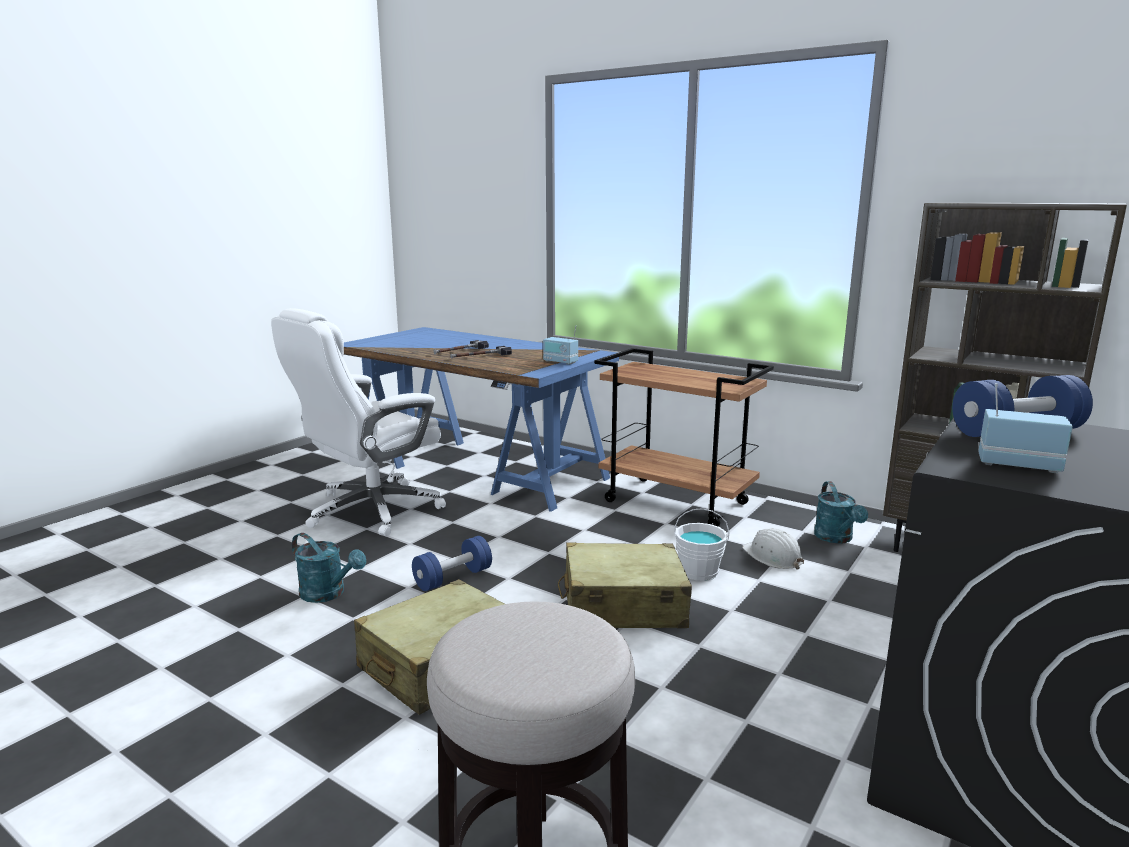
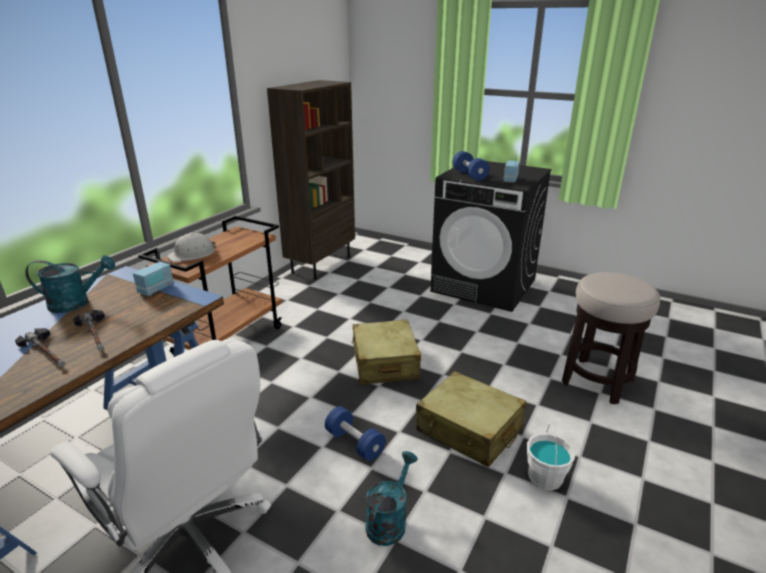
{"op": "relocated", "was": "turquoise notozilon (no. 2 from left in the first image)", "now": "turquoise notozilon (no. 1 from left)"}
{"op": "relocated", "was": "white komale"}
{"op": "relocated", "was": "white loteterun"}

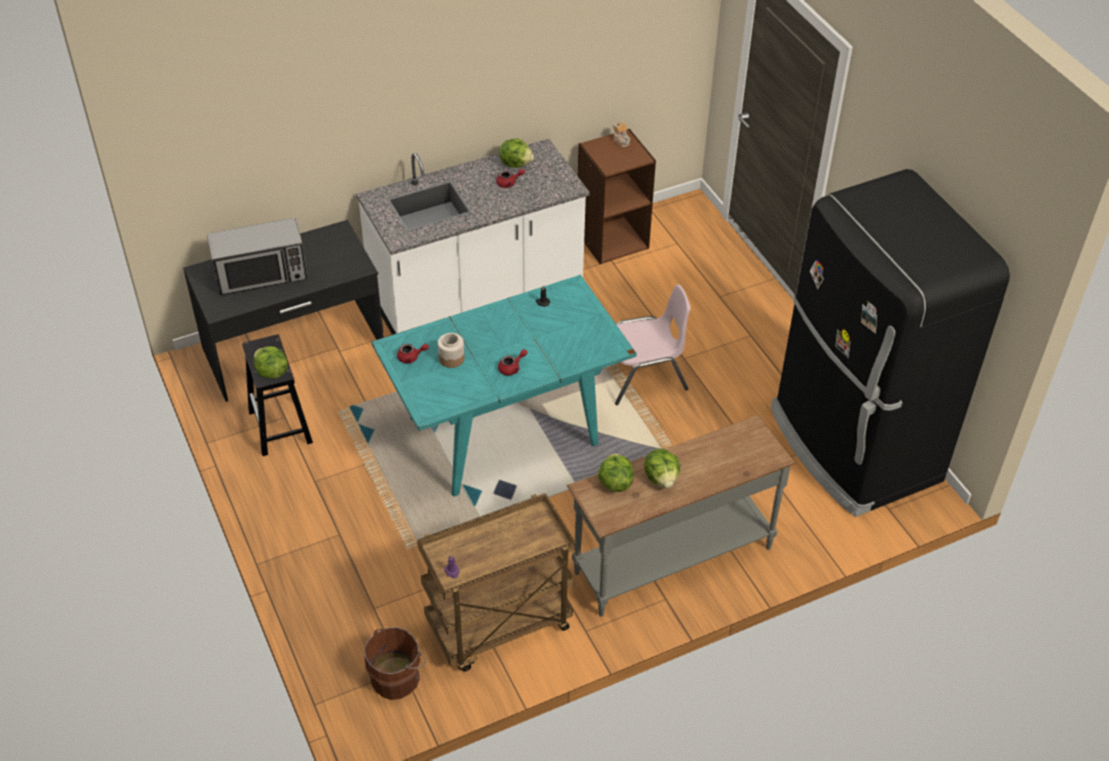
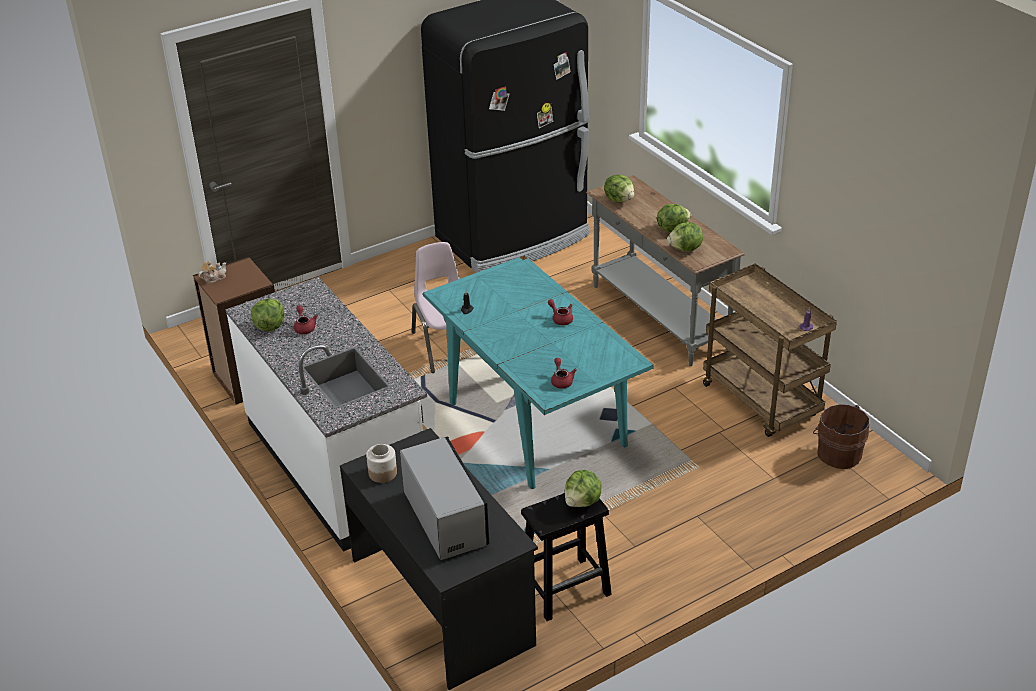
{"op": "relocated", "was": "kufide"}
{"op": "appeared", "now": "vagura (no. 3 from left)"}

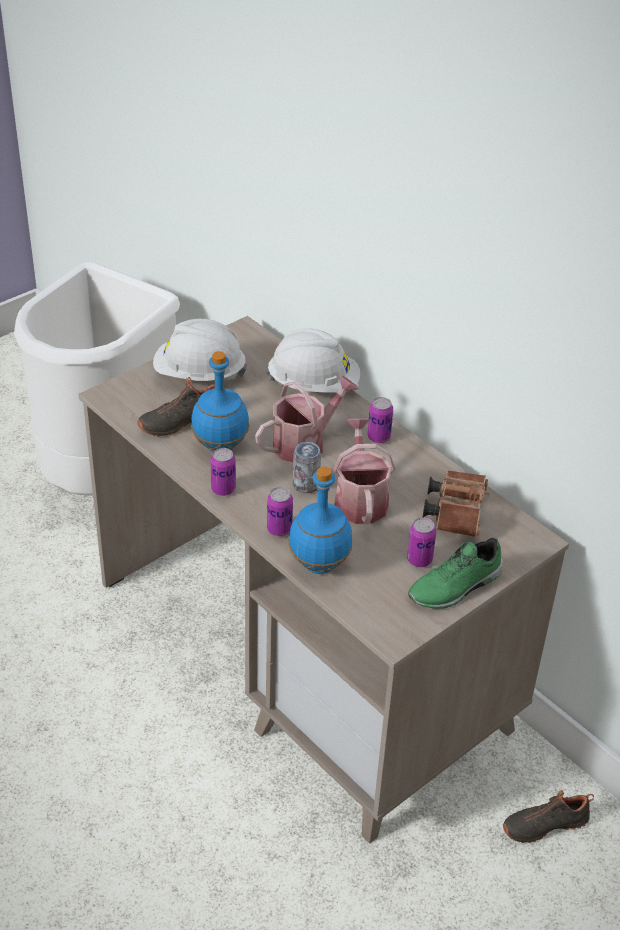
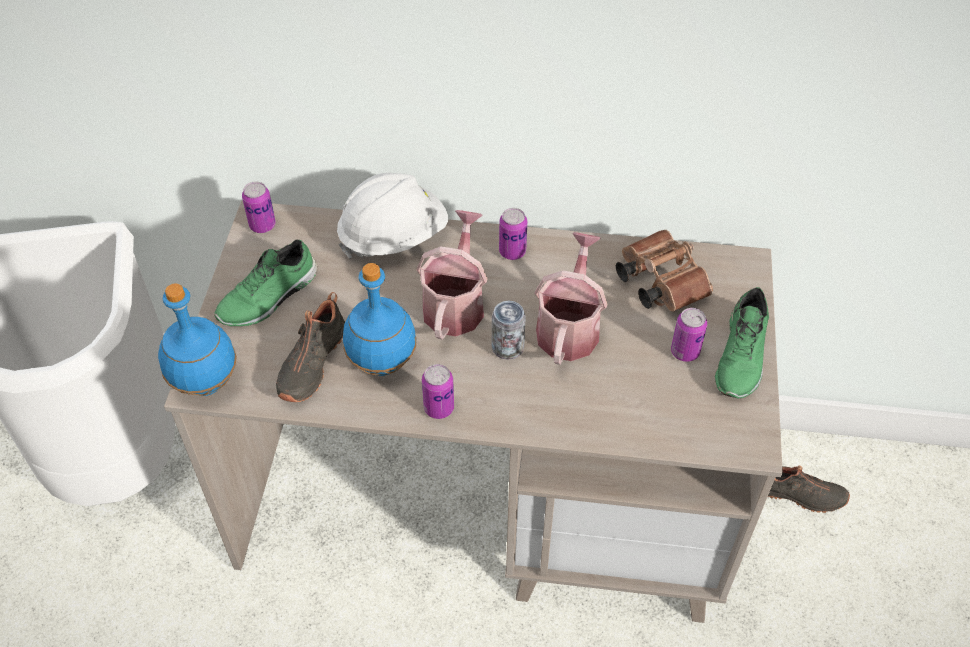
{"op": "exchanged", "was": "white loteterun (no. 1 from left)", "now": "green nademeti (no. 1 from left)"}
{"op": "spun", "was": "notozilon (no. 2 from left)", "clockwise": 60}
{"op": "relocated", "was": "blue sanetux (no. 2 from left in the first image)", "now": "blue sanetux (no. 1 from left)"}
{"op": "relocated", "was": "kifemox (no. 2 from left in the first image)", "now": "kifemox (no. 1 from left)"}
{"op": "spun", "was": "black nademeti (no. 2 from left)", "clockwise": -105}

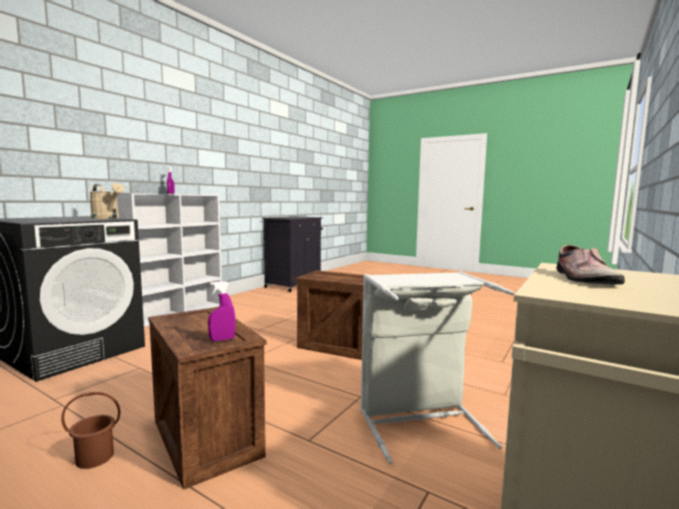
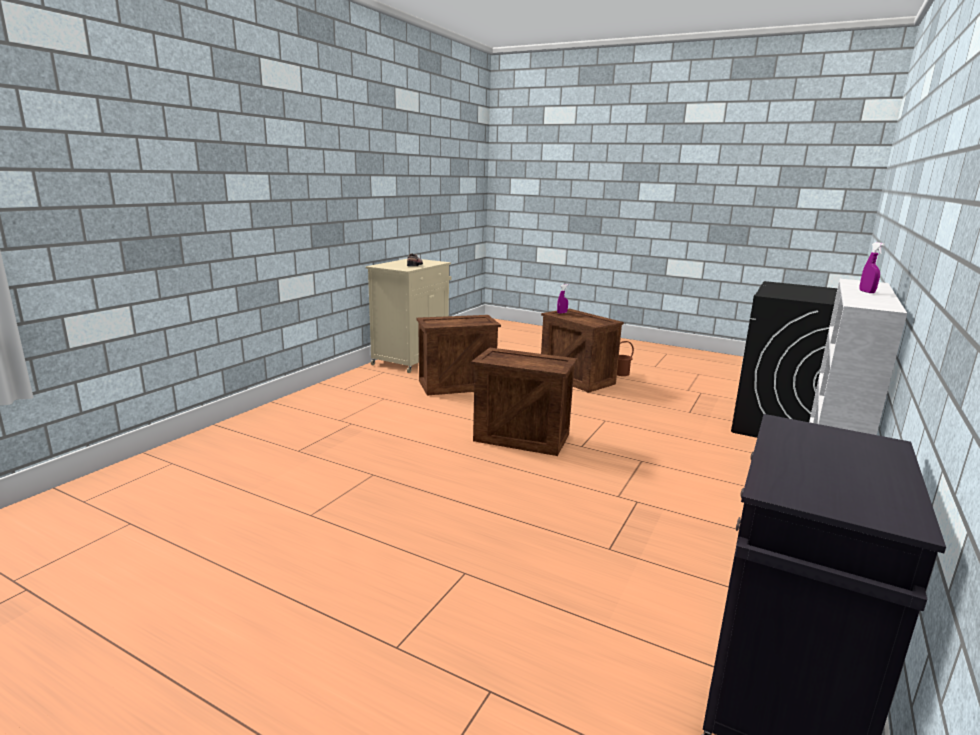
{"op": "missing", "was": "beige notozilon"}
{"op": "exchanged", "was": "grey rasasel", "now": "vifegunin (no. 1 from left)"}

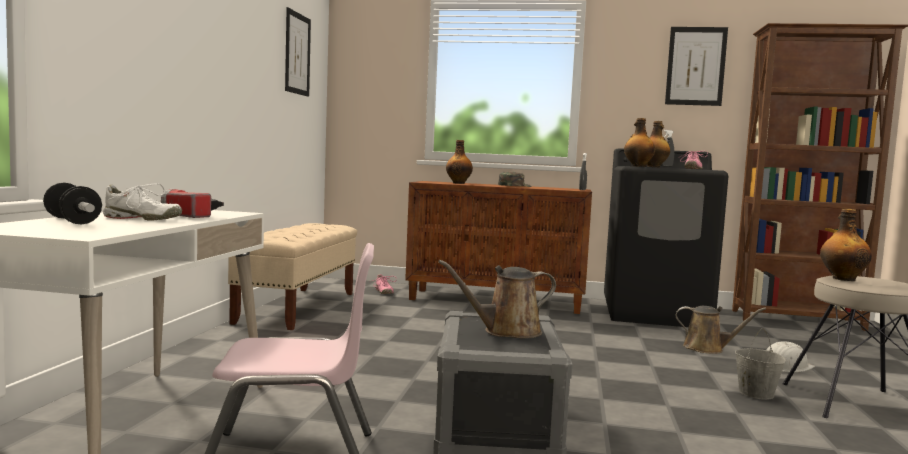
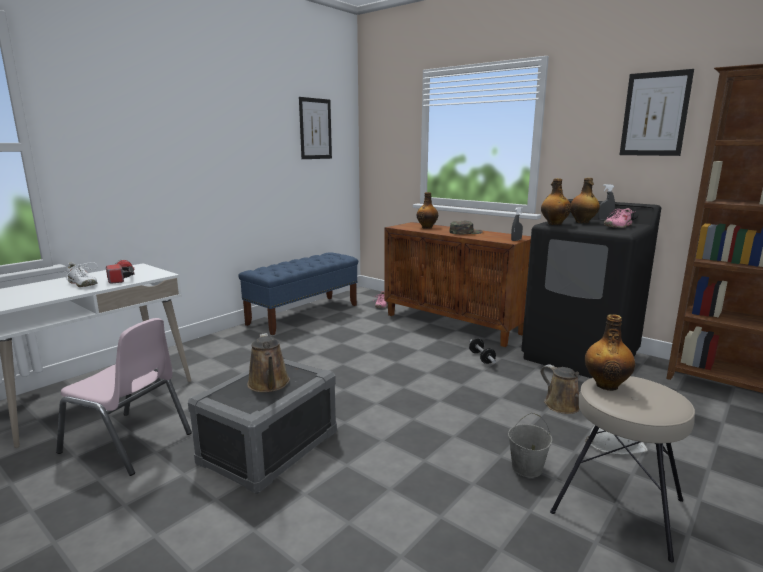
{"op": "relocated", "was": "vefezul"}
{"op": "colour", "was": "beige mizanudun", "now": "blue mizanudun"}
{"op": "spun", "was": "brown notozilon (no. 1 from left)", "clockwise": -120}

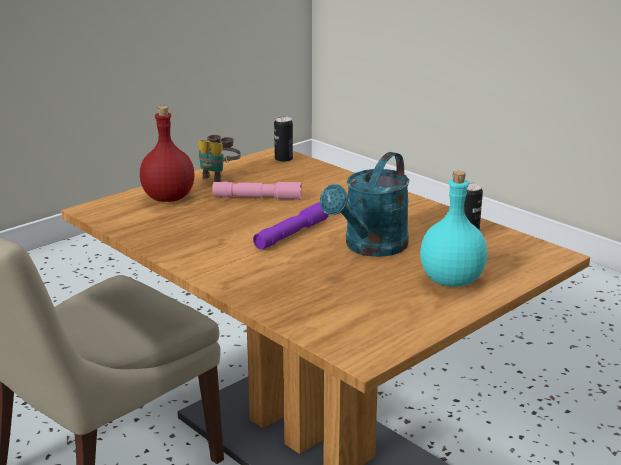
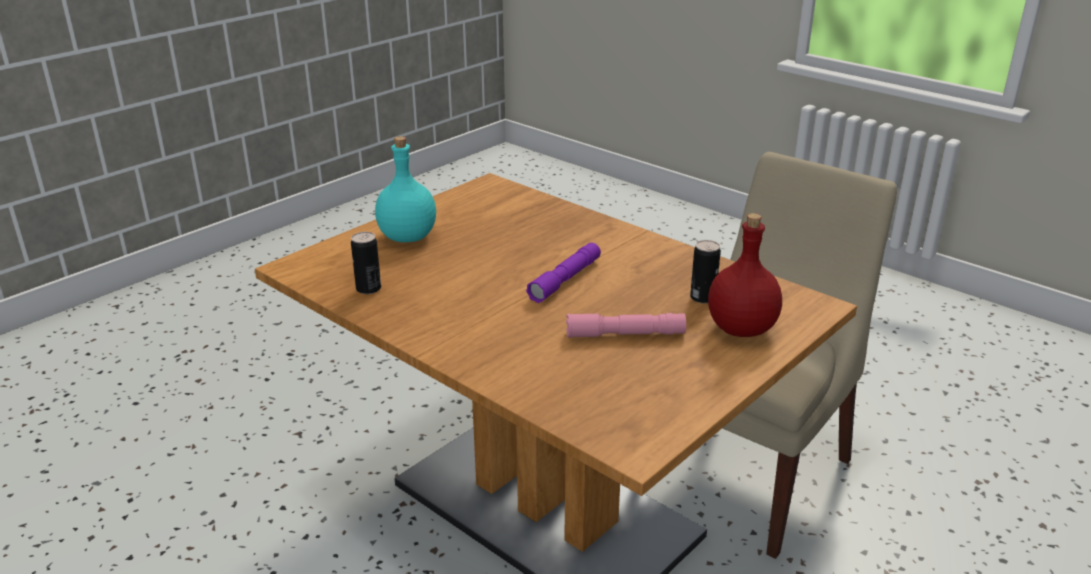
{"op": "relocated", "was": "kifemox (no. 1 from left in the first image)", "now": "kifemox (no. 2 from left)"}
{"op": "missing", "was": "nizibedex"}
{"op": "missing", "was": "turquoise notozilon"}

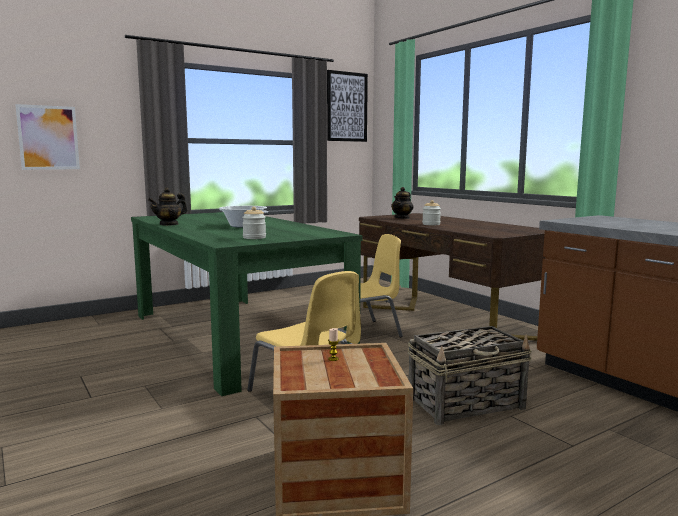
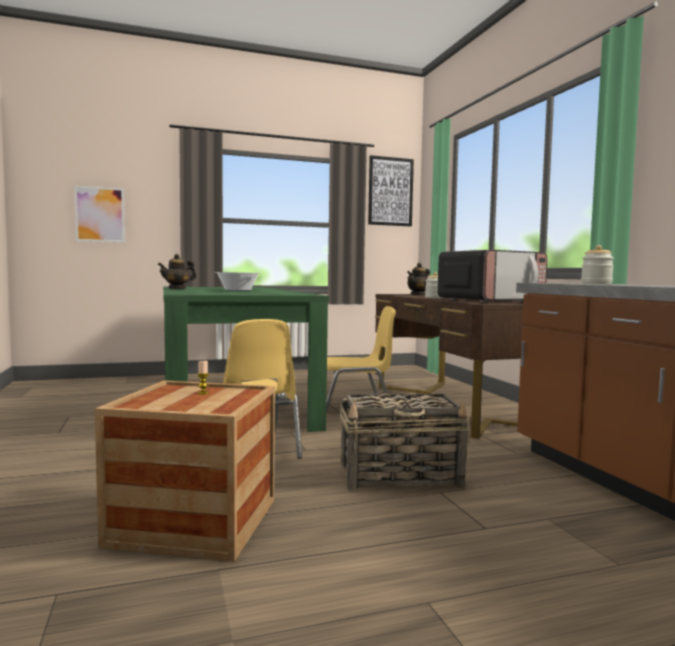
{"op": "relocated", "was": "kufide (no. 1 from left in the first image)", "now": "kufide (no. 2 from left)"}
{"op": "appeared", "now": "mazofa"}

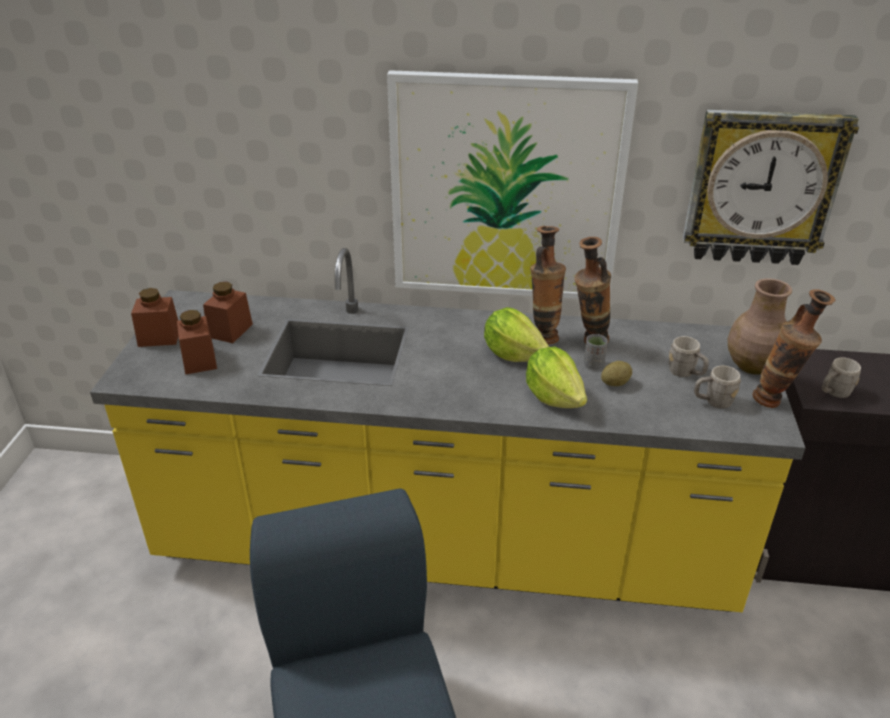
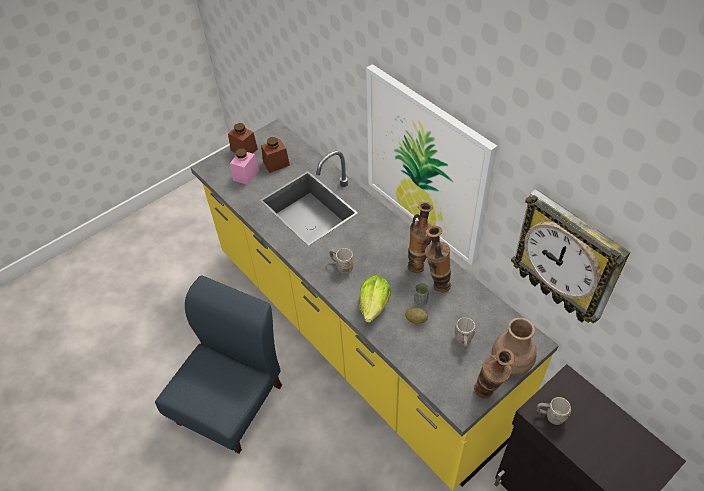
{"op": "missing", "was": "vagura (no. 1 from left)"}
{"op": "colour", "was": "brown kufide (no. 2 from left)", "now": "pink kufide"}
{"op": "relocated", "was": "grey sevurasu (no. 2 from left in the first image)", "now": "grey sevurasu (no. 1 from left)"}

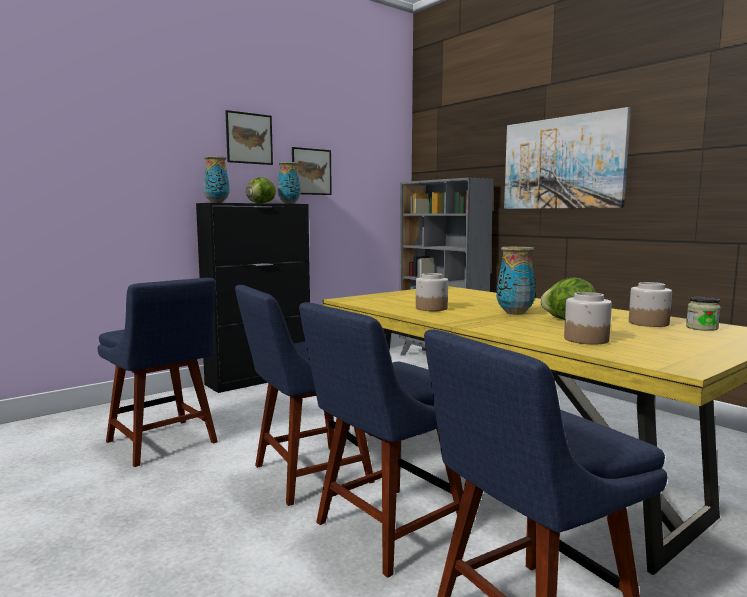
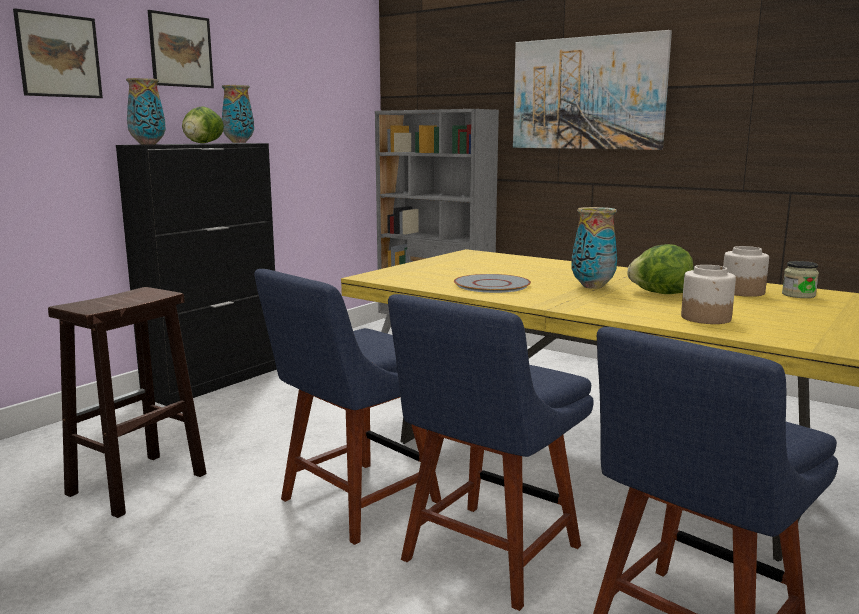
{"op": "relocated", "was": "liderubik (no. 2 from left in the first image)", "now": "liderubik (no. 1 from left)"}
{"op": "exchanged", "was": "kufide (no. 1 from left)", "now": "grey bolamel"}
{"op": "exchanged", "was": "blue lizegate (no. 1 from left)", "now": "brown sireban"}

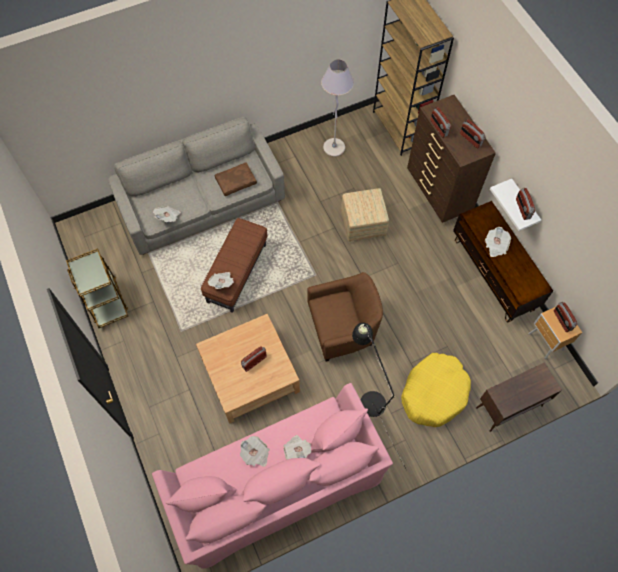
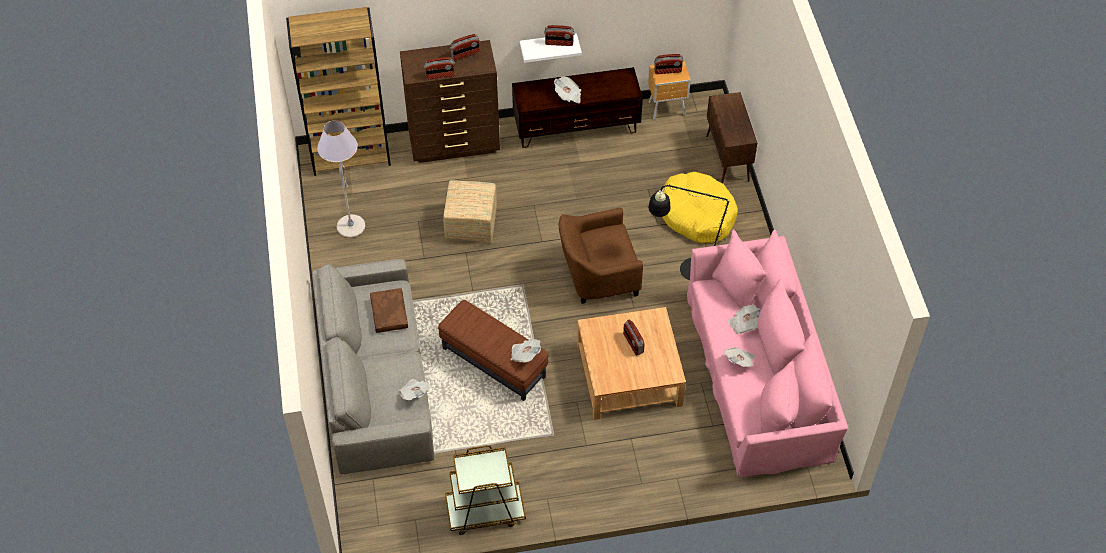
{"op": "spun", "was": "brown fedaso", "clockwise": -105}

